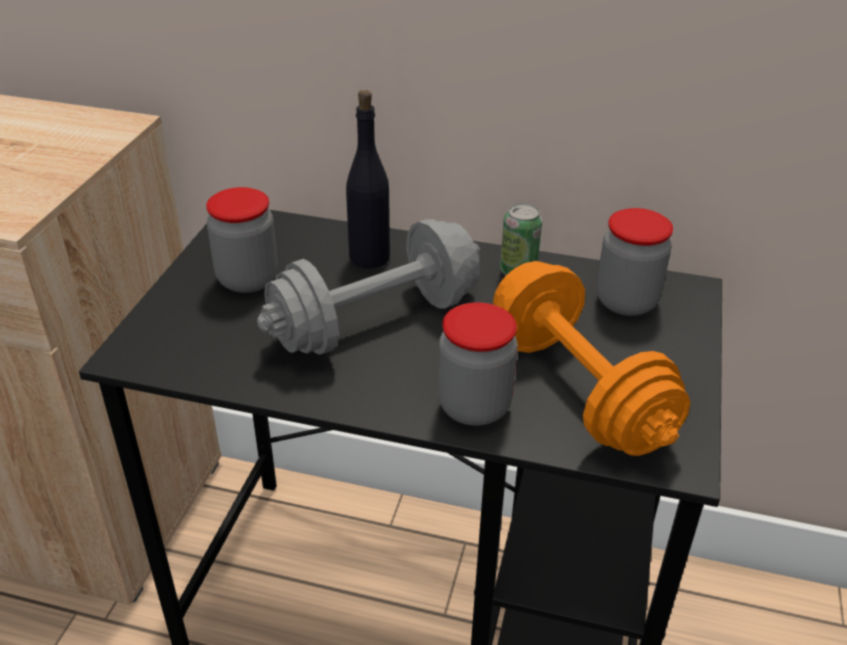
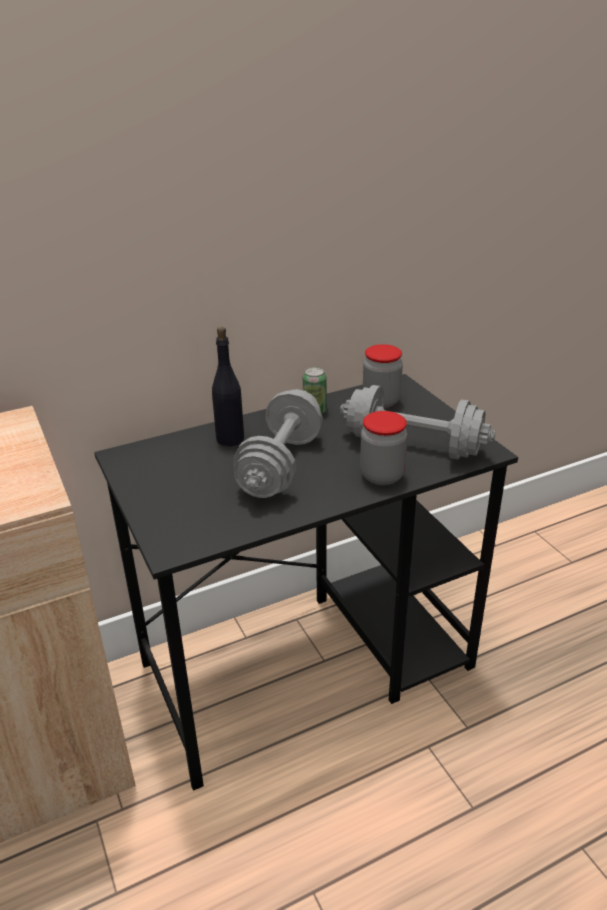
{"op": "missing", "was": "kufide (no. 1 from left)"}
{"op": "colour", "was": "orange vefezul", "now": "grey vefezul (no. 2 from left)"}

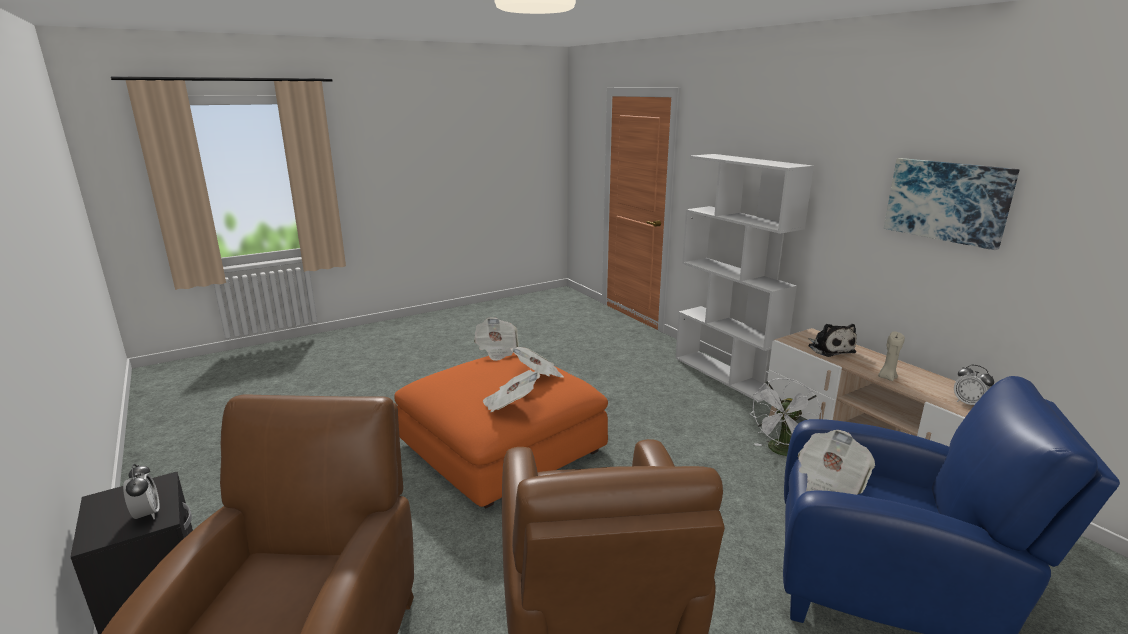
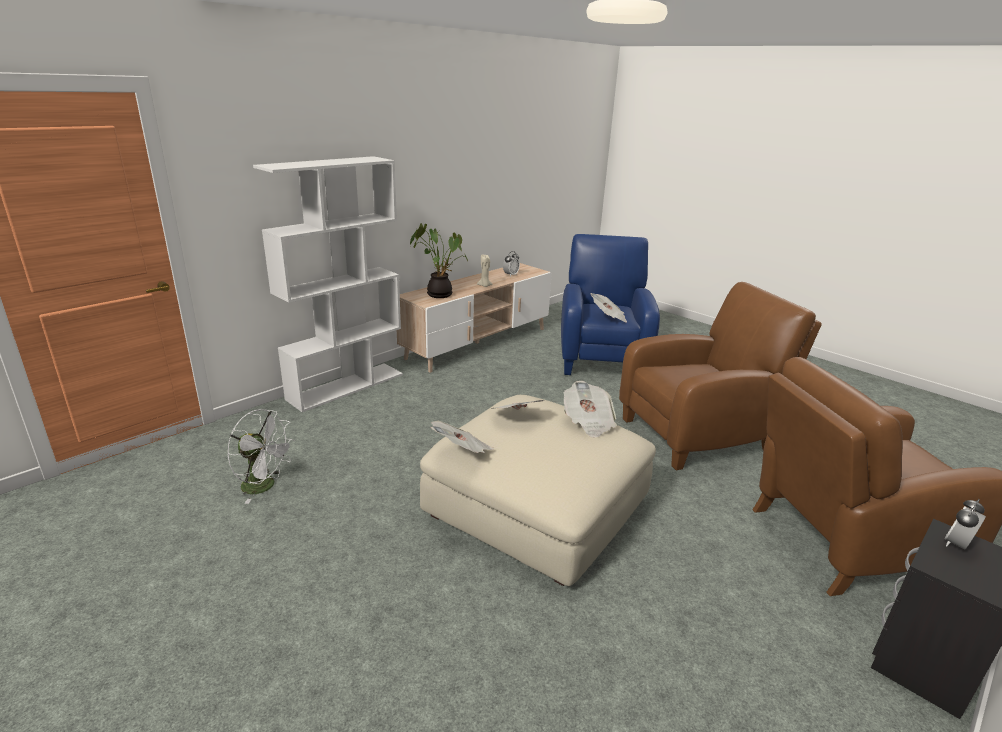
{"op": "missing", "was": "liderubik"}
{"op": "exchanged", "was": "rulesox", "now": "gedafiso"}
{"op": "colour", "was": "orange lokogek", "now": "beige lokogek"}
{"op": "relocated", "was": "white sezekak"}

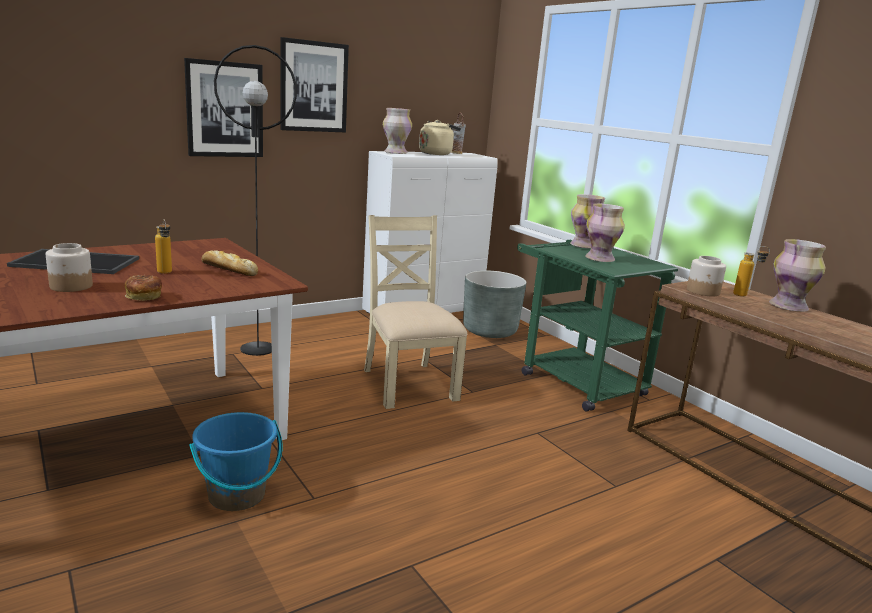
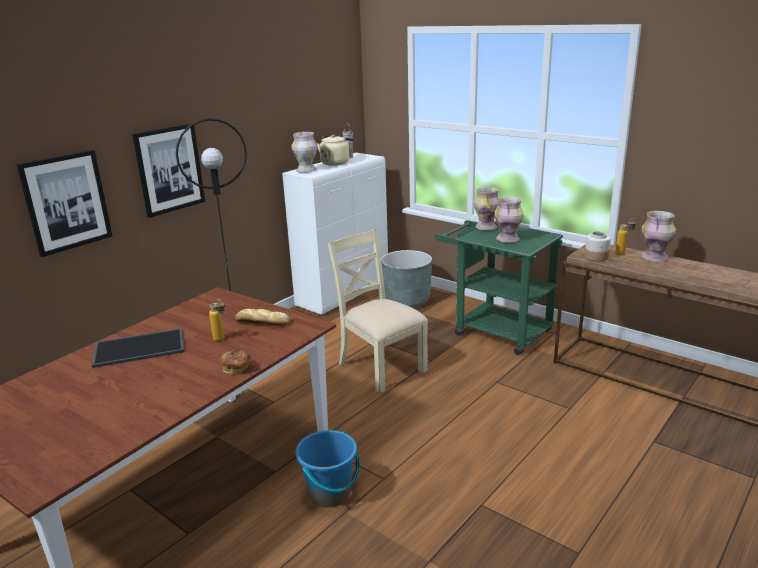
{"op": "relocated", "was": "liderubik (no. 2 from left in the first image)", "now": "liderubik (no. 1 from left)"}
{"op": "missing", "was": "kufide (no. 1 from left)"}

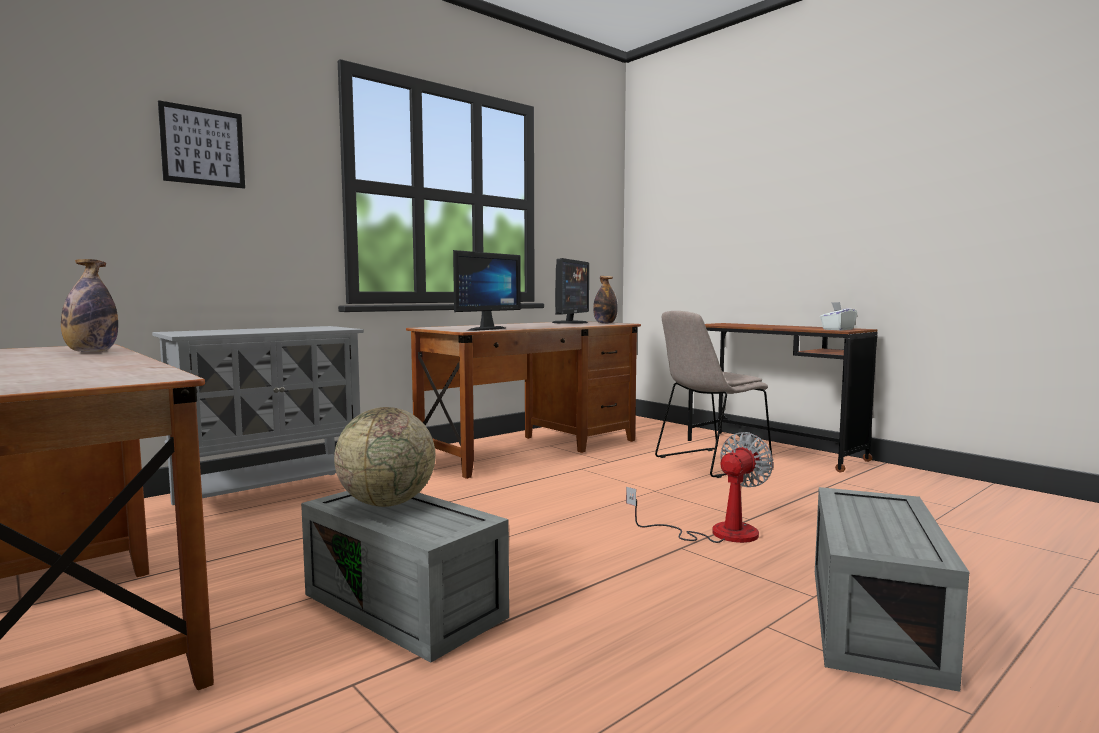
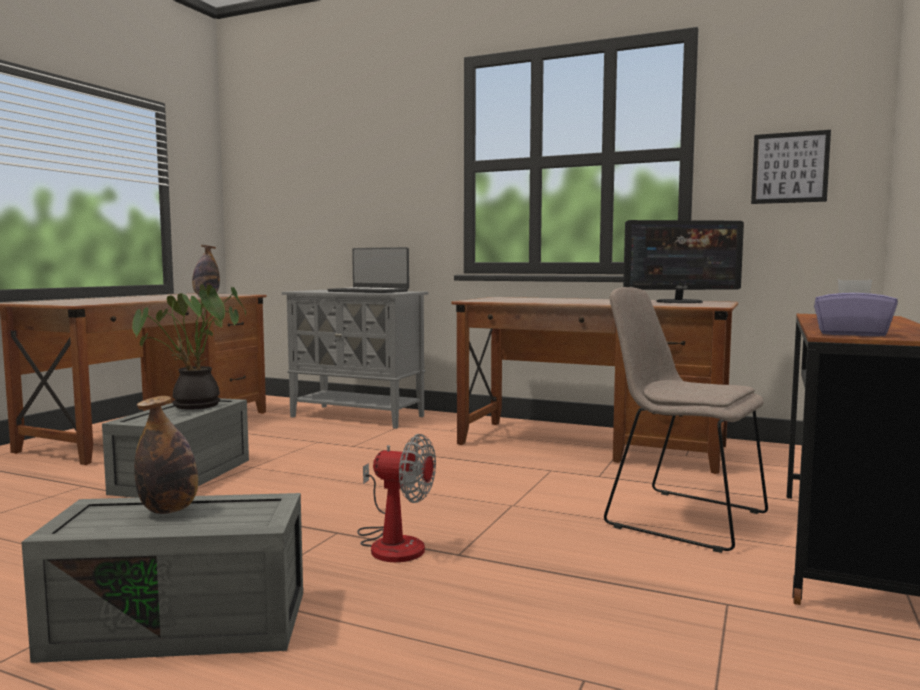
{"op": "relocated", "was": "liderubik"}
{"op": "missing", "was": "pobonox (no. 1 from left)"}
{"op": "relocated", "was": "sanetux (no. 2 from left in the first image)", "now": "sanetux (no. 1 from left)"}
{"op": "colour", "was": "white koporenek", "now": "purple koporenek"}
{"op": "exchanged", "was": "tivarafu", "now": "gedafiso"}
{"op": "appeared", "now": "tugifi"}

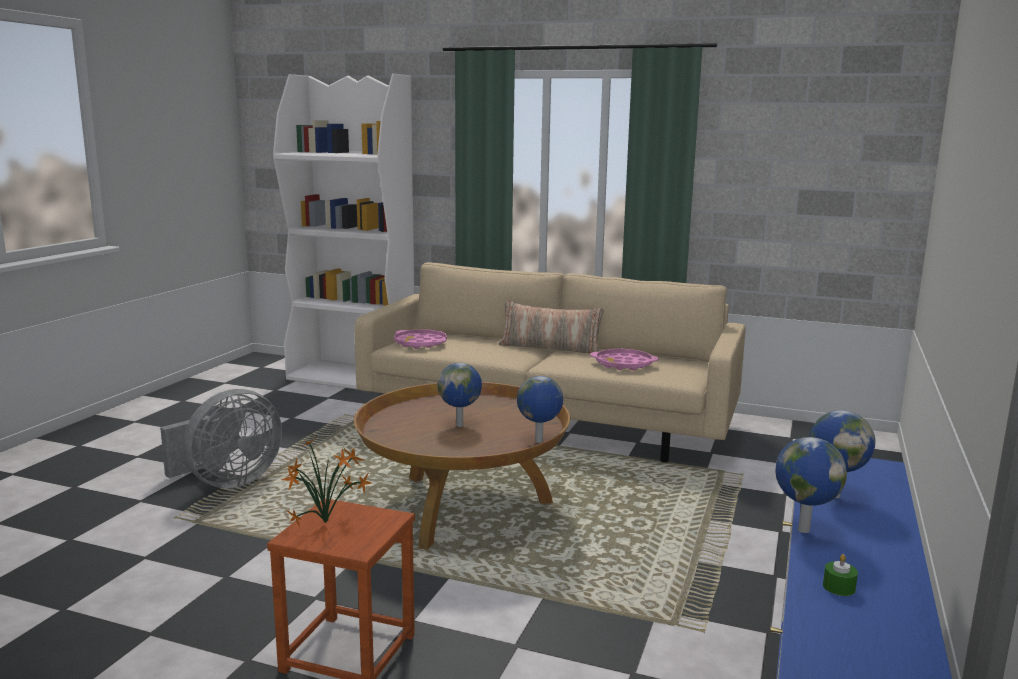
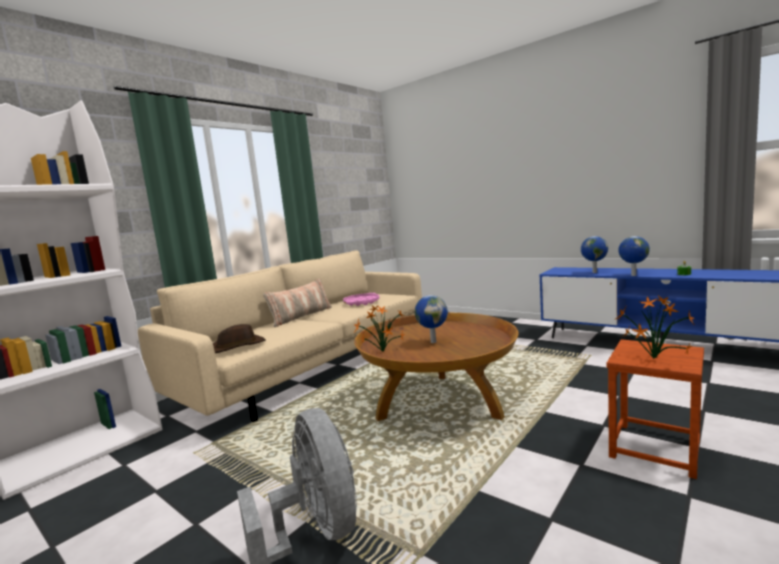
{"op": "exchanged", "was": "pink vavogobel (no. 1 from left)", "now": "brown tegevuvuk"}
{"op": "missing", "was": "tivarafu (no. 2 from left)"}
{"op": "appeared", "now": "gedafiso (no. 1 from left)"}

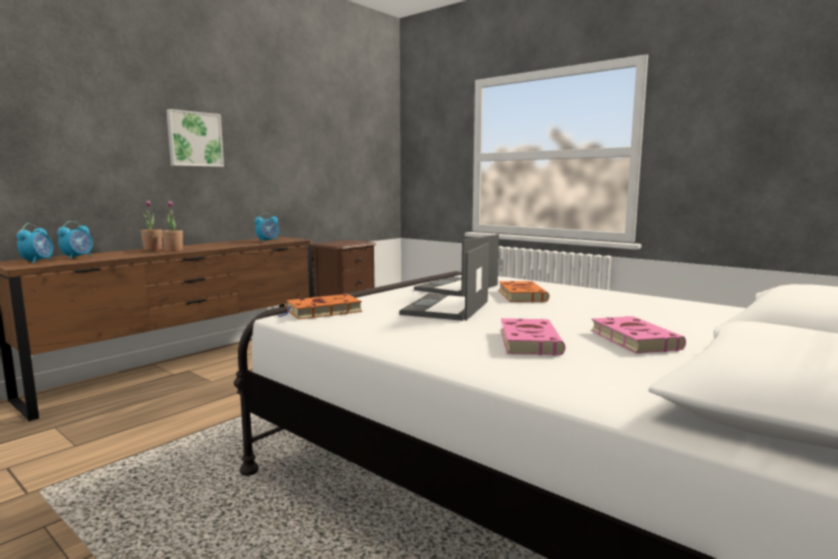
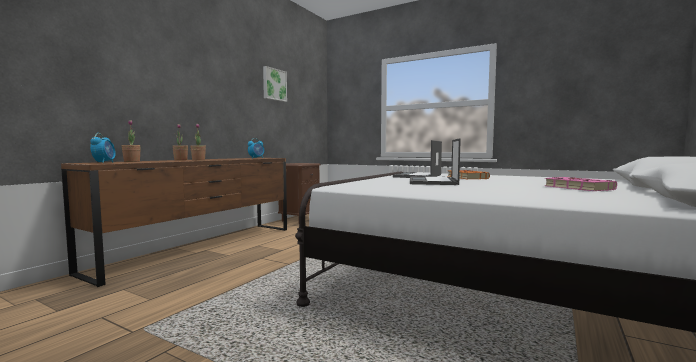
{"op": "relocated", "was": "liderubik"}
{"op": "exchanged", "was": "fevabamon (no. 2 from left)", "now": "gedafiso (no. 1 from left)"}
{"op": "missing", "was": "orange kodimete (no. 1 from left)"}
{"op": "missing", "was": "pink kodimete (no. 1 from left)"}

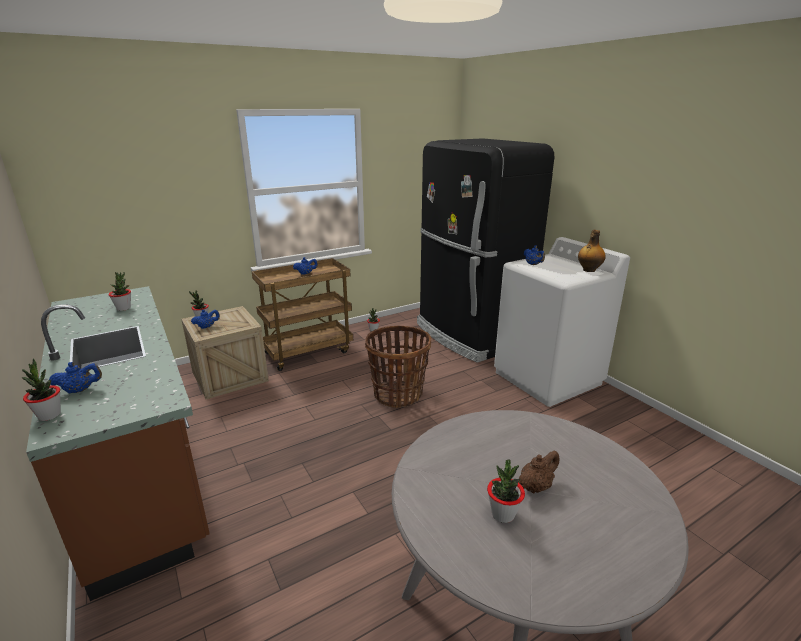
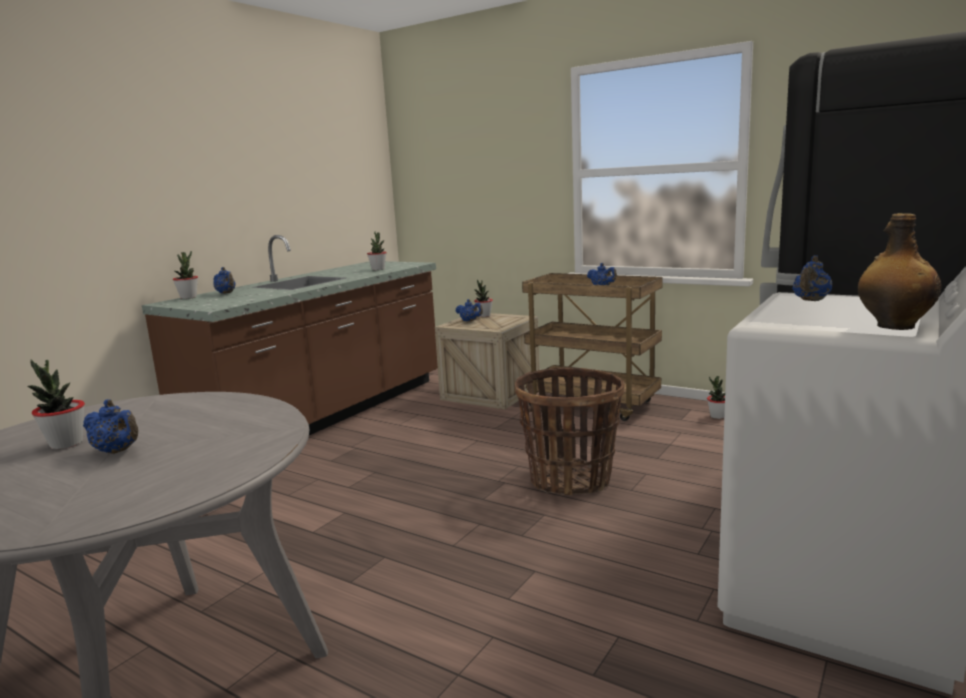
{"op": "colour", "was": "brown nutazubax", "now": "blue nutazubax (no. 1 from left)"}

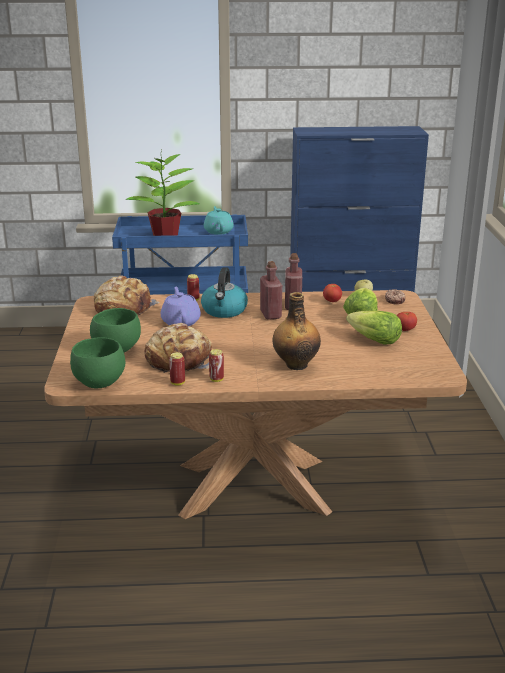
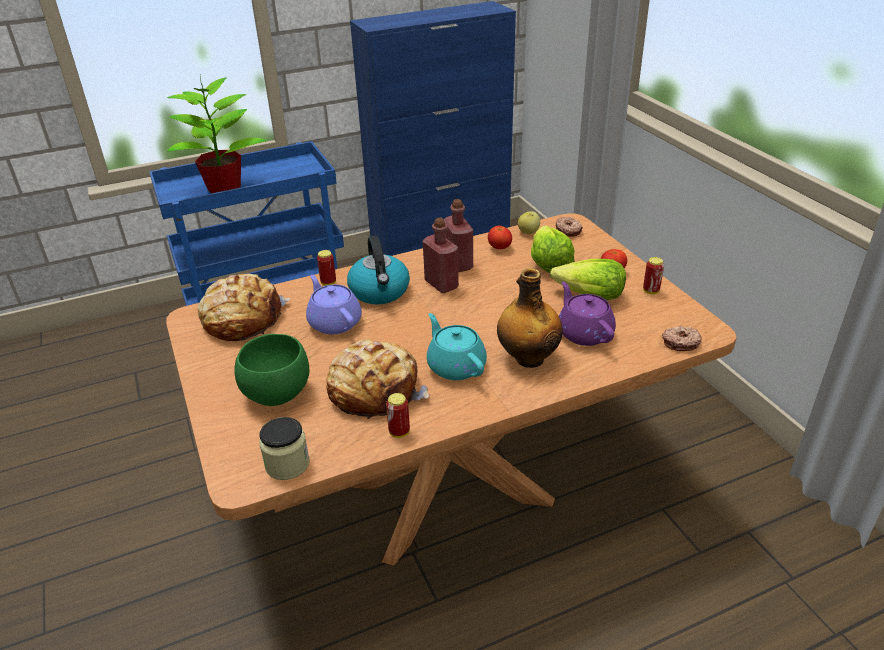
{"op": "relocated", "was": "turquoise nutazubax"}
{"op": "exchanged", "was": "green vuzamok (no. 1 from left)", "now": "kufide"}
{"op": "relocated", "was": "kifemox (no. 3 from left)"}
{"op": "appeared", "now": "purple nutazubax (no. 2 from left)"}
{"op": "appeared", "now": "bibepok (no. 2 from left)"}

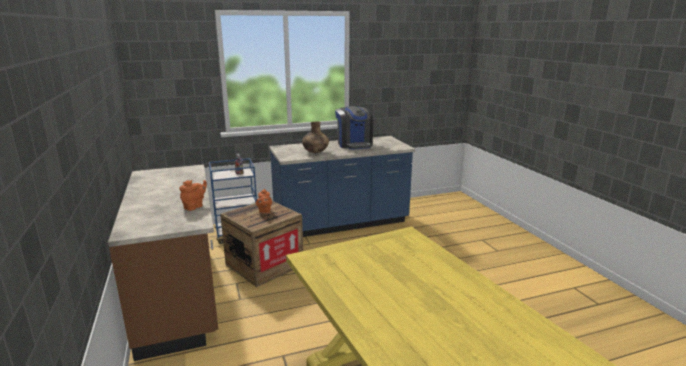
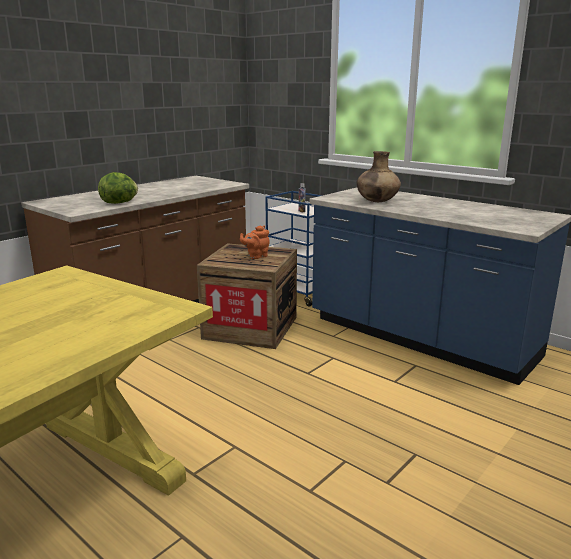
{"op": "missing", "was": "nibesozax"}
{"op": "exchanged", "was": "orange nutazubax (no. 1 from left)", "now": "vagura"}

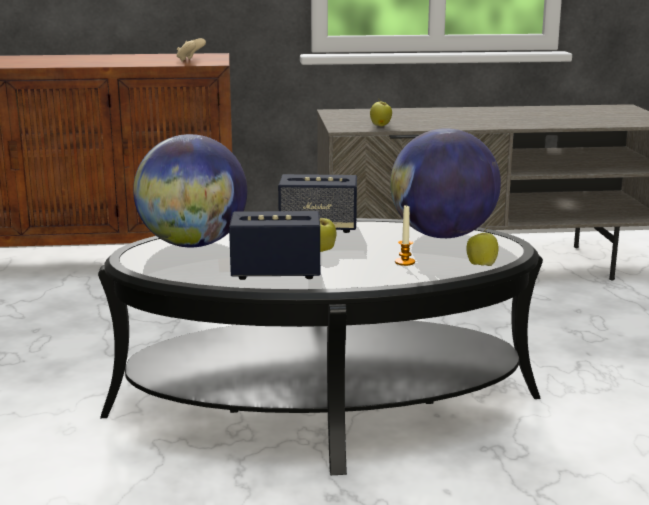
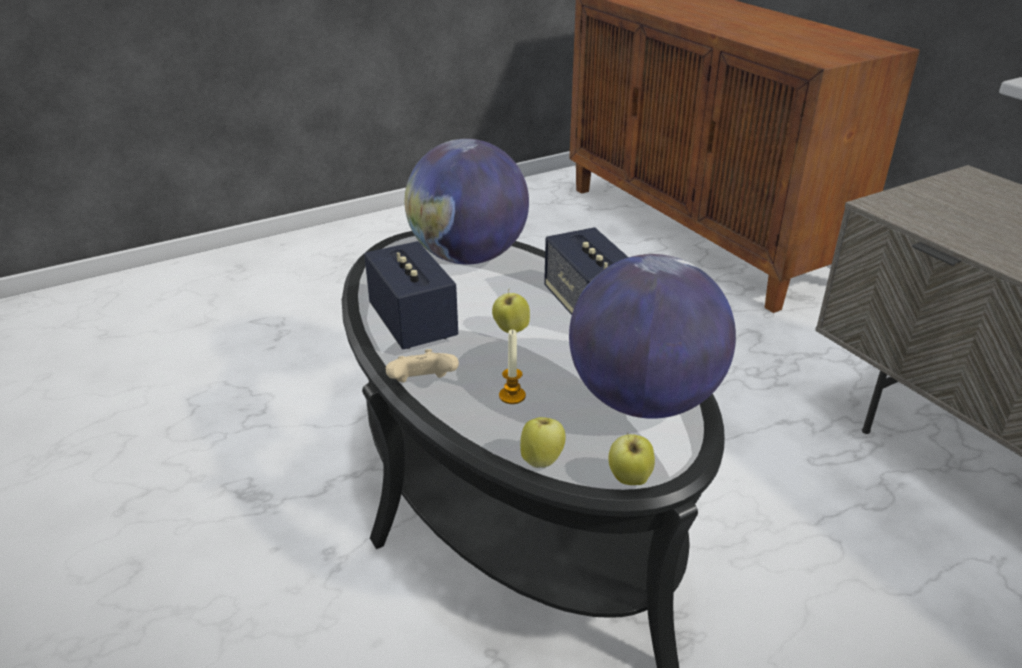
{"op": "relocated", "was": "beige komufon"}
{"op": "relocated", "was": "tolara (no. 2 from left in the first image)", "now": "tolara (no. 3 from left)"}

